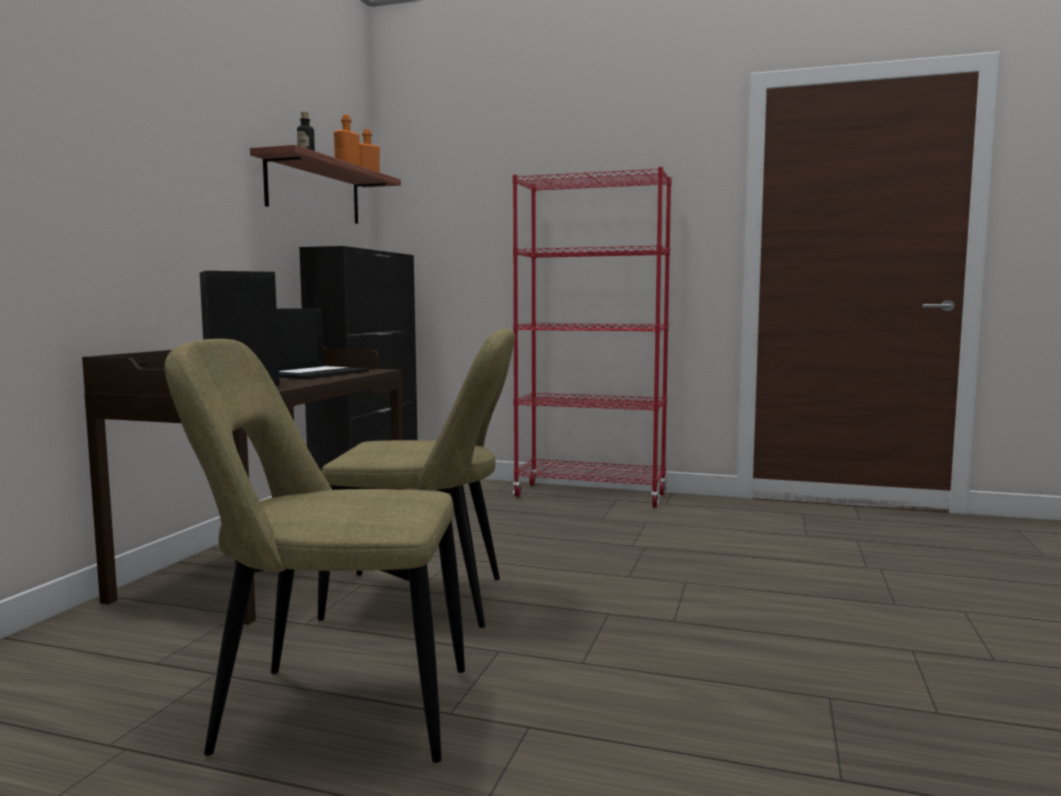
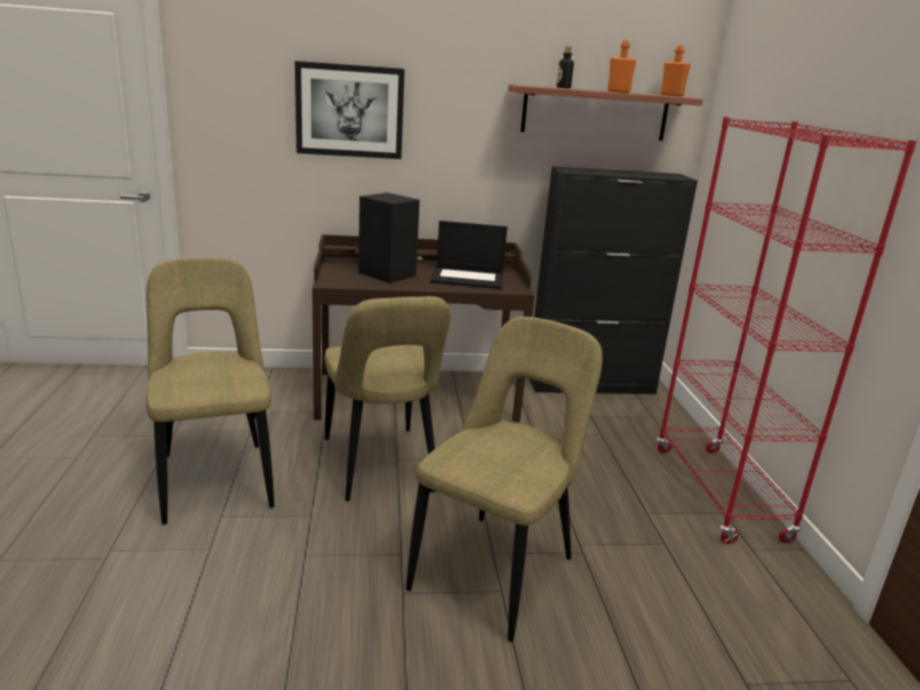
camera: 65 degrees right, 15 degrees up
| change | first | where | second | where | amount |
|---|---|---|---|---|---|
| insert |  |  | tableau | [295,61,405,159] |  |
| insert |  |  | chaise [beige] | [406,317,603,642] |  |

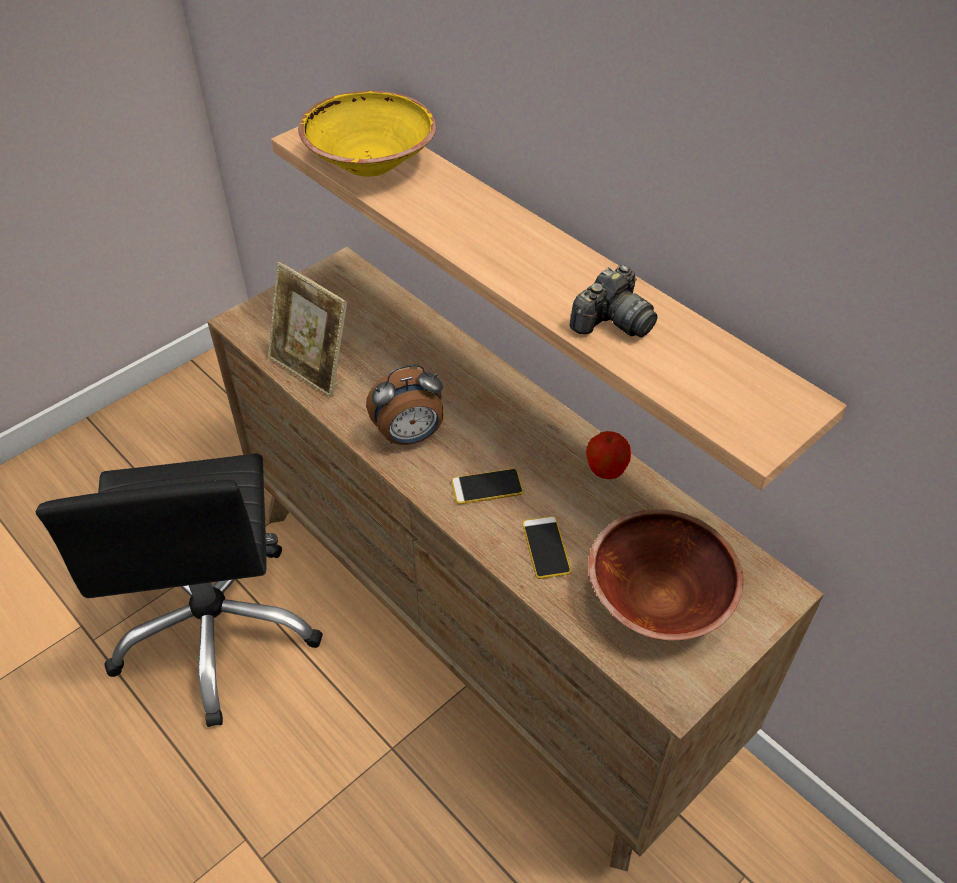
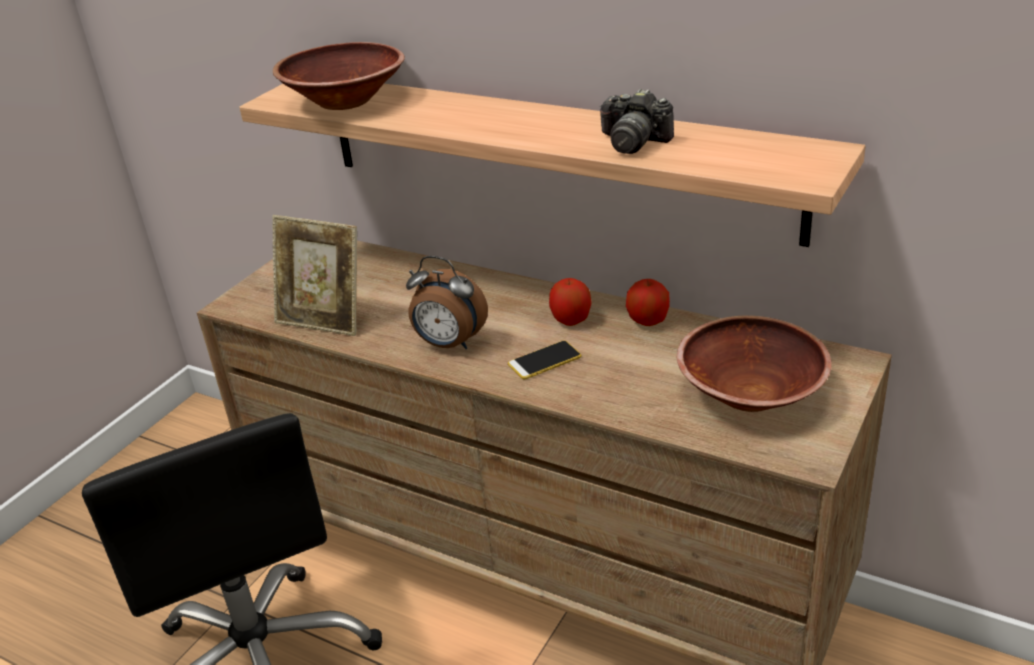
camera: 15 degrees left, 15 degrees down
| change | first | where | second | where | amount |
|---|---|---|---|---|---|
| delete | téléphone | [522,516,571,579] |  |  |  |
| insert |  |  | pomme | [549,278,592,326] |  |
| recolor | bol [jaune] | [298,91,436,177] | bol [marron] | [273,42,405,110] |  |
| rotate | réveil | [366,364,443,445] |  | [406,256,488,349] | 60 degrees clockwise |
| rotate | appareil photo | [570,265,658,337] |  | [599,89,674,154] | 90 degrees clockwise |

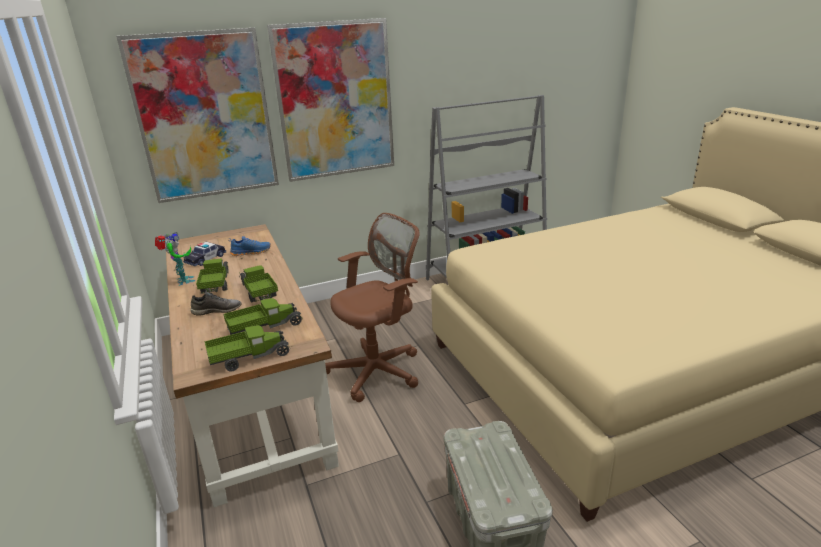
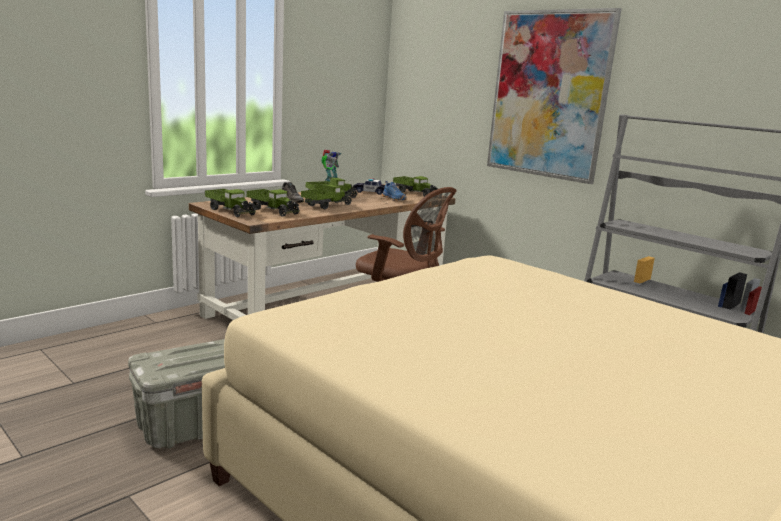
camera: 65 degrees right, 10 degrees down
| change | first | where | second | where | amount |
|---|---|---|---|---|---|
| delete | tableau | [116,27,279,203] |  |  |  |
| insert |  |  | camion jouet | [393,176,438,197] |  |

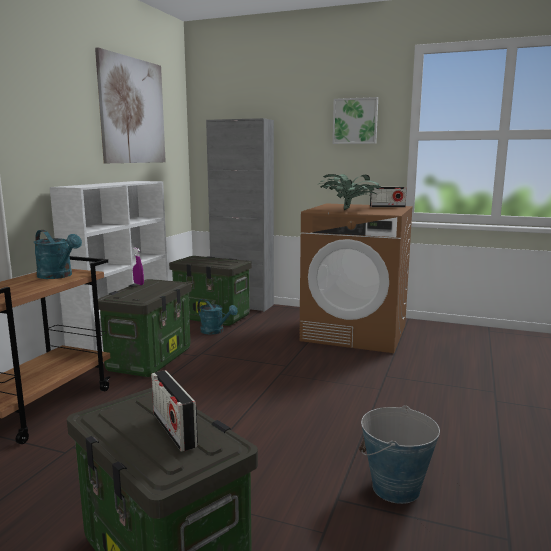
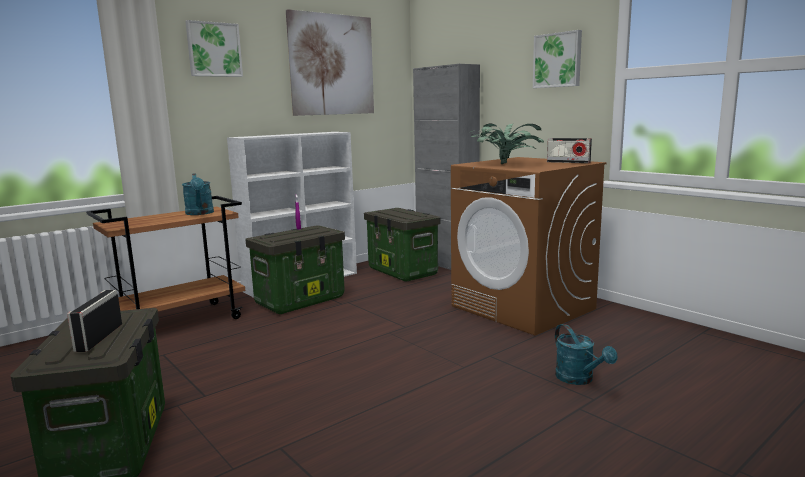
camera: 30 degrees right, 0 degrees up
| change | first | where | second | where | amount |
|---|---|---|---|---|---|
| delete | seau | [359,405,440,504] |  |  |  |
| insert |  |  | tableau | [185,20,243,77] |  |
| move | arrosoir [turquoise] | [197,299,238,335] |  | [555,324,617,385] |  |

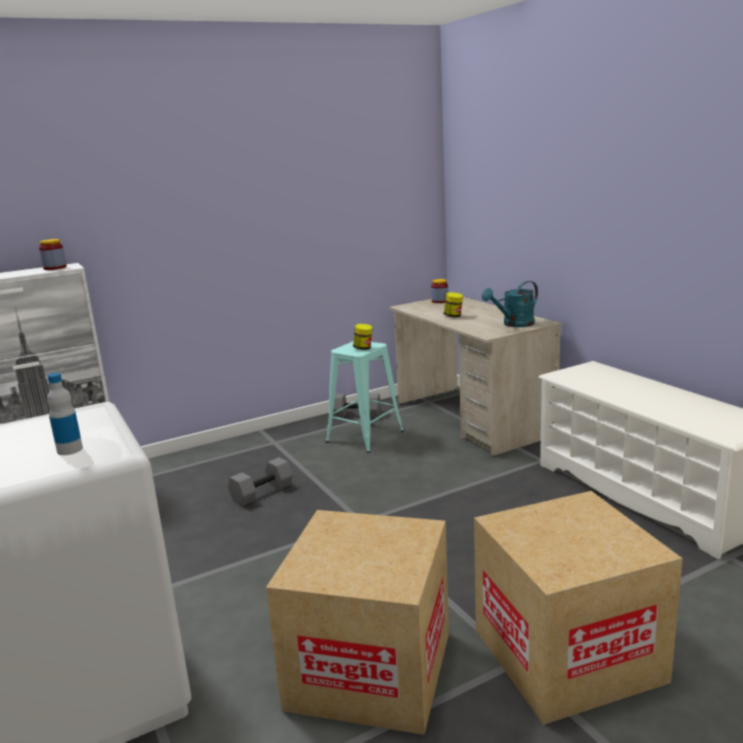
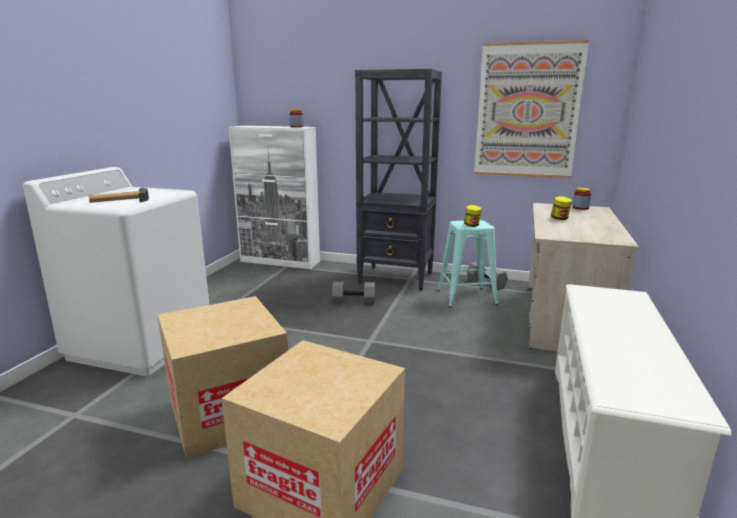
camera: 45 degrees right, 0 degrees up
| change | first | where | second | where | amount |
|---|---|---|---|---|---|
| delete | arrosoir [turquoise] | [482,281,538,327] |  |  |  |
| insert |  |  | bibliothèque [noir] | [355,69,442,291] |  |
| insert |  |  | tableau | [474,40,589,178] |  |
| replace | bouteille | [47,373,83,455] | marteau | [88,188,149,203] |  |

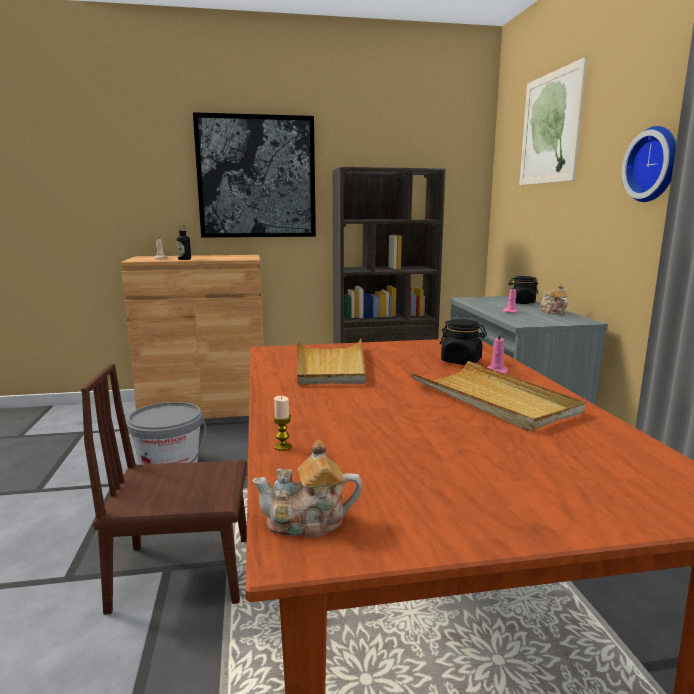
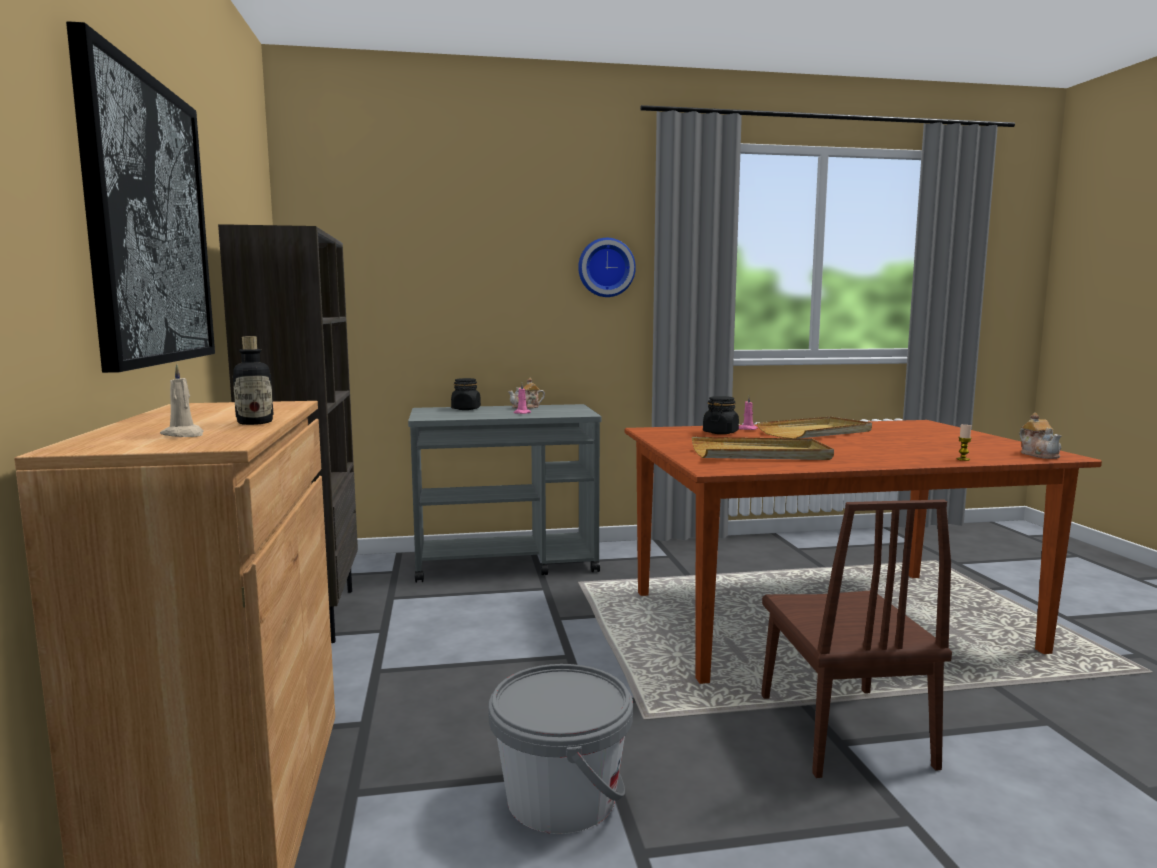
camera: 90 degrees left, 5 degrees down
| change | first | where | second | where | amount |
|---|---|---|---|---|---|
| delete | tableau | [519,57,587,185] |  |  |  |

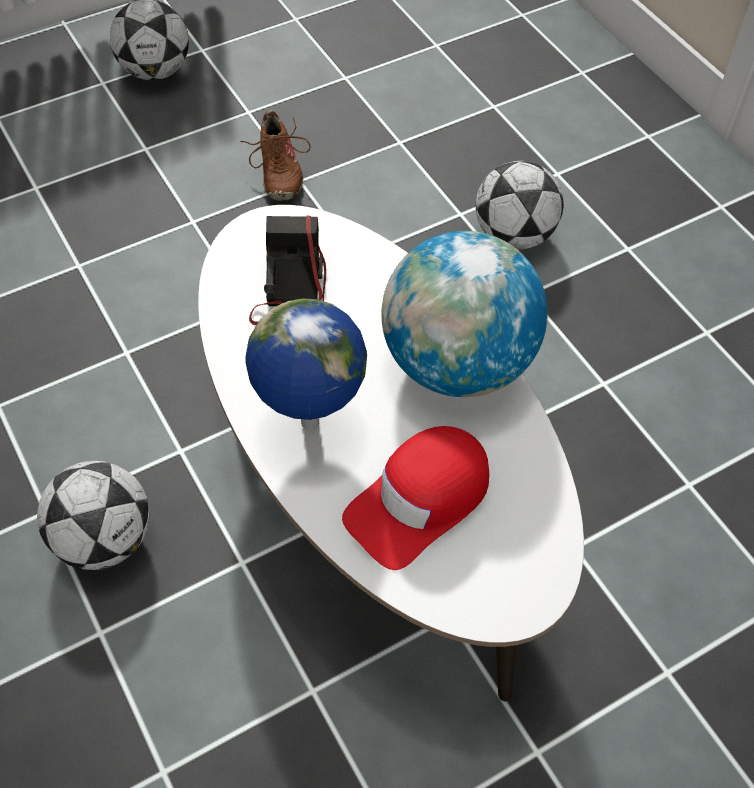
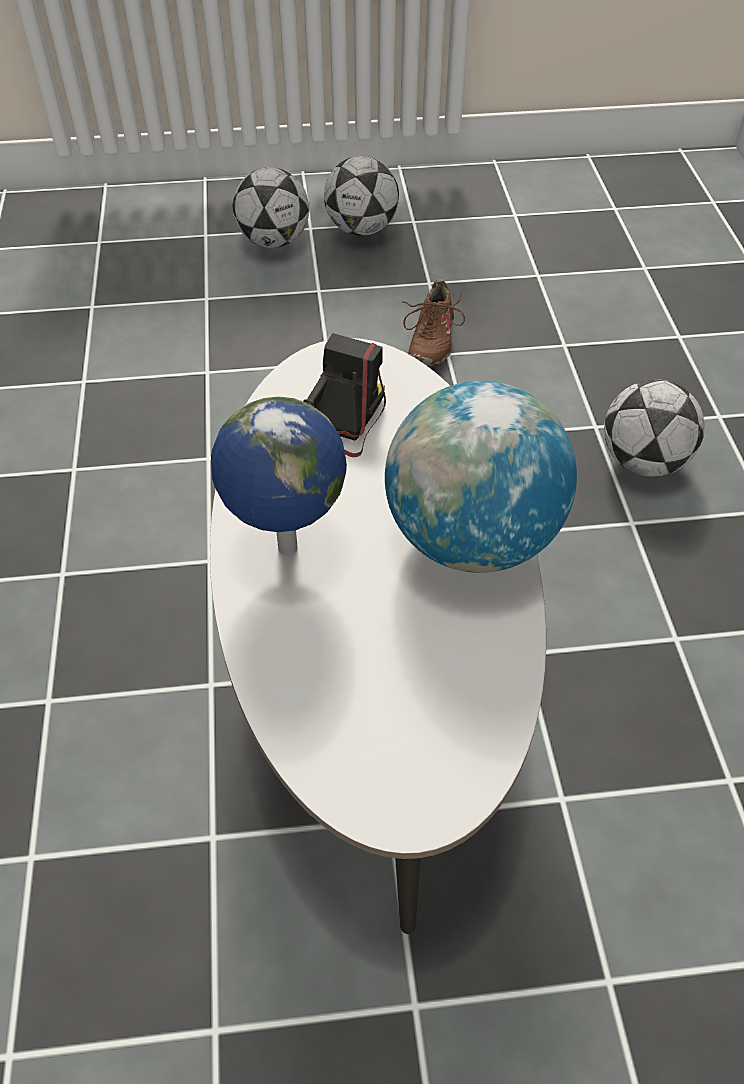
camera: 25 degrees right, 5 degrees down
| change | first | where | second | where | amount |
|---|---|---|---|---|---|
| delete | casquette [rouge] | [342,426,489,570] |  |  |  |
| move | ballon de foot | [37,461,150,570] |  | [232,167,309,248] |  |

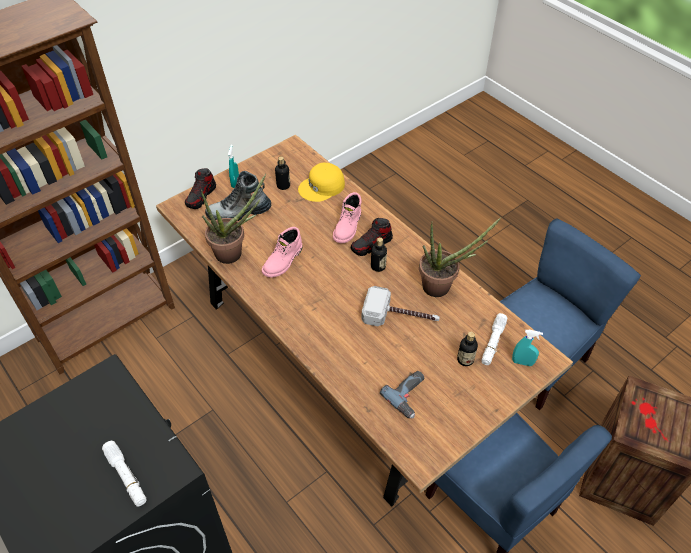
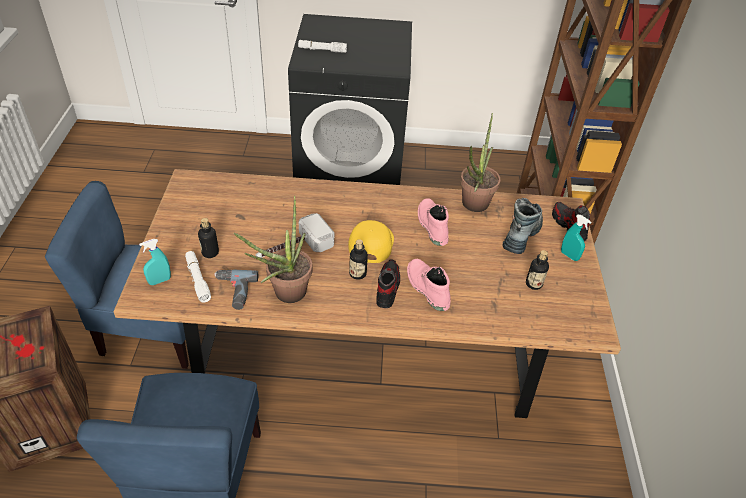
camera: 130 degrees right, 5 degrees down
| change | first | where | second | where | amount |
|---|---|---|---|---|---|
| move | casquette [jaune] | [298,163,345,202] |  | [348,220,394,263] |  |
| move | perceuse | [380,371,424,419] |  | [214,270,258,310] |  |

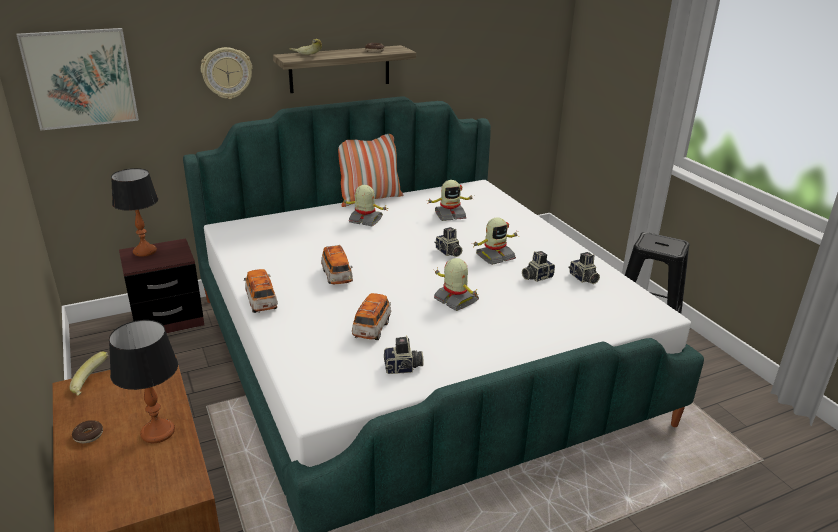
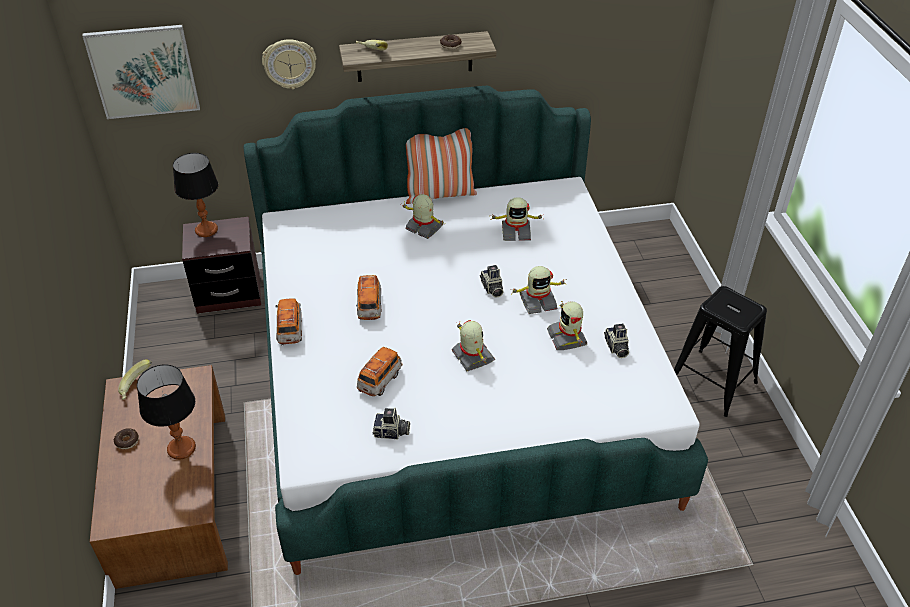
camera: 15 degrees right, 15 degrees up
| change | first | where | second | where | amount |
|---|---|---|---|---|---|
| replace | appareil photo | [522,251,555,282] | robot jouet | [547,301,587,350] |  |

